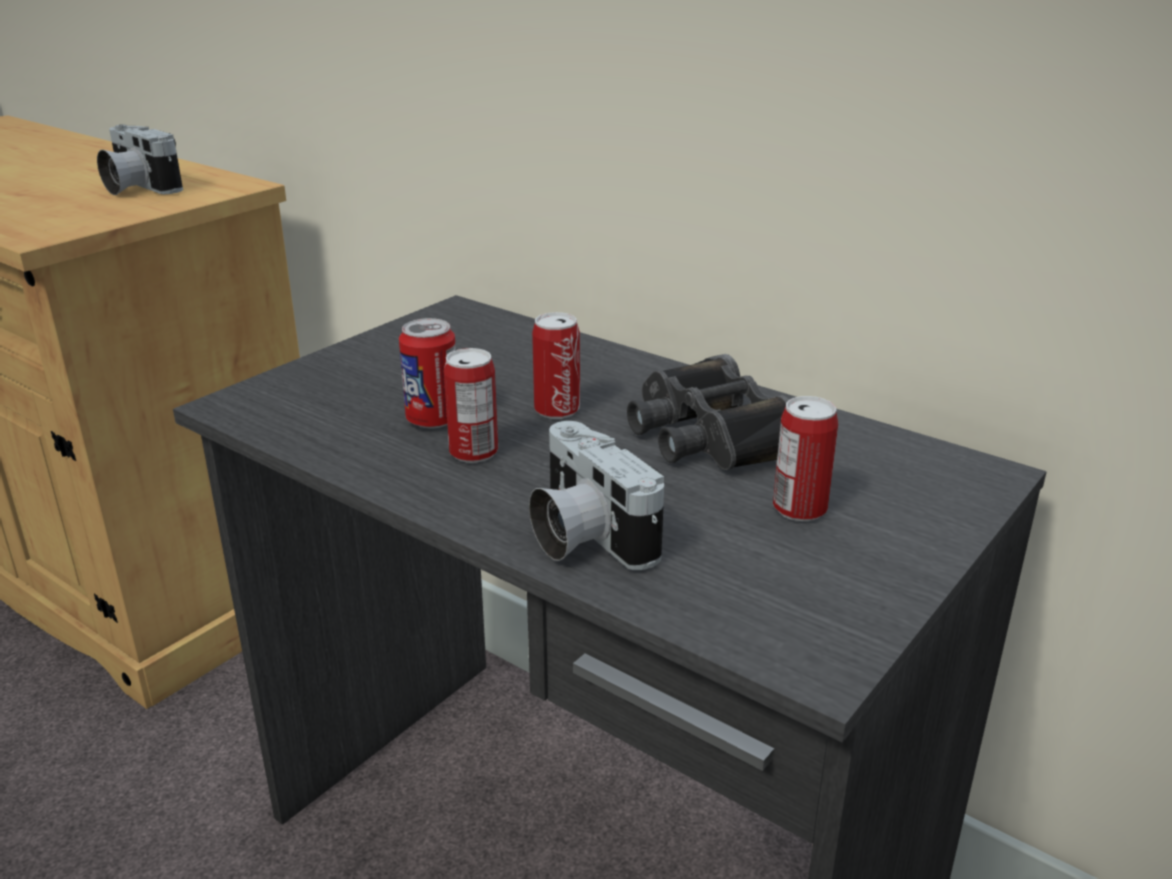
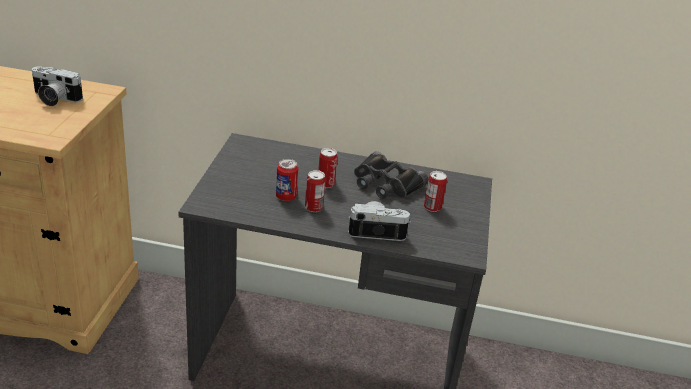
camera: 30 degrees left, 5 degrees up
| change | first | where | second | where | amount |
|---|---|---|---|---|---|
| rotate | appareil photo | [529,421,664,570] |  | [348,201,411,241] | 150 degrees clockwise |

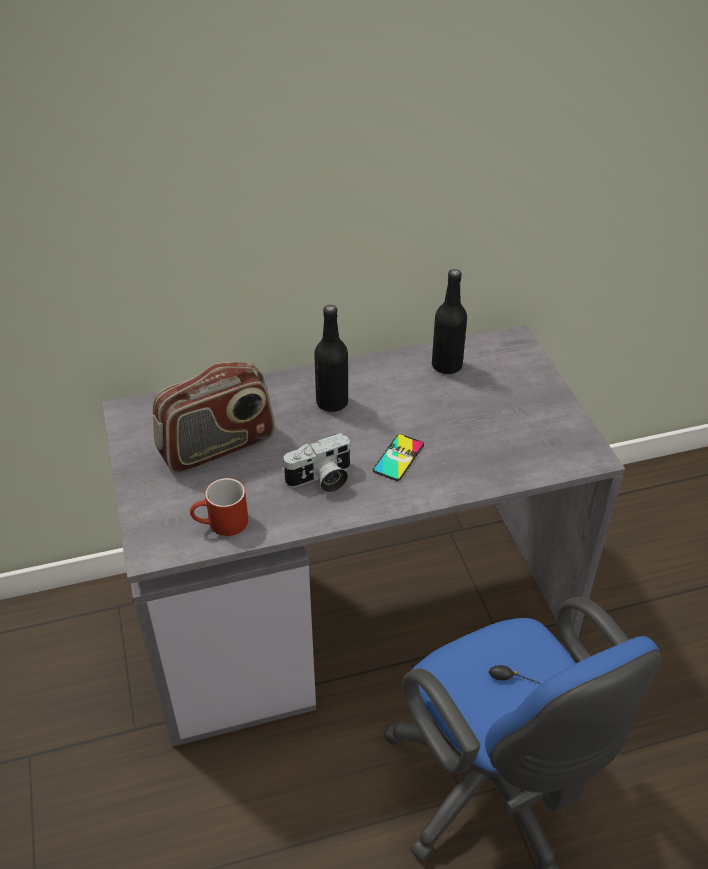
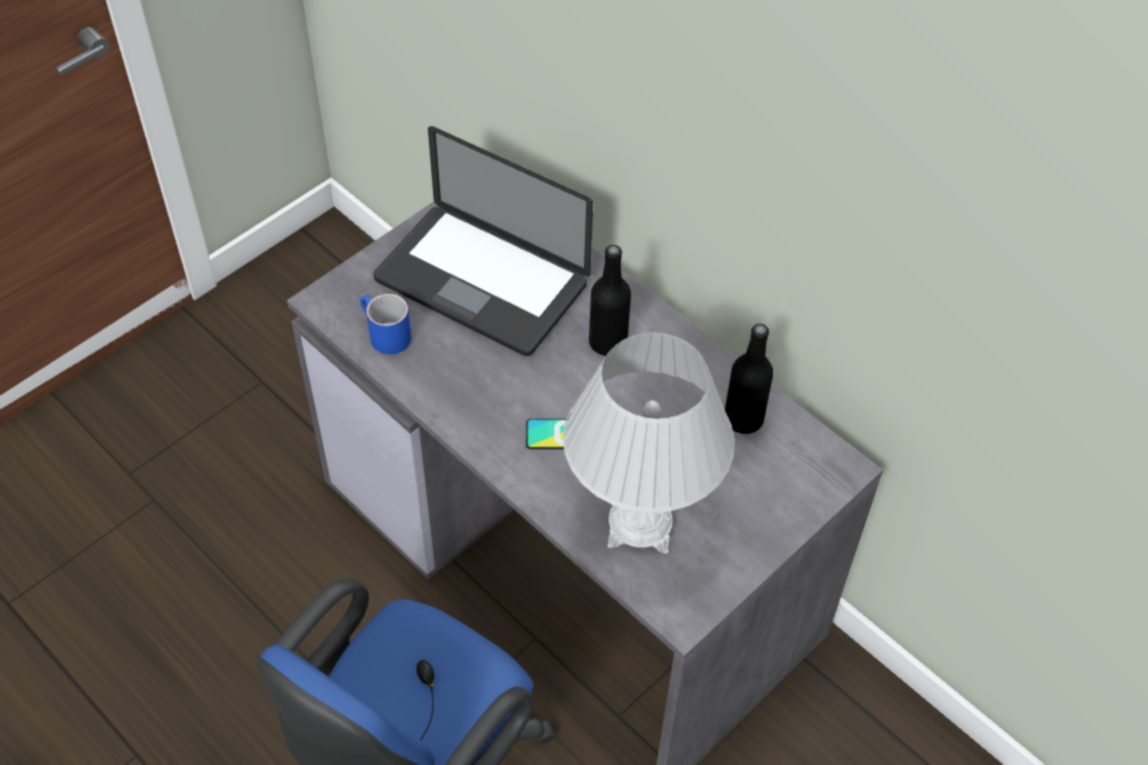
camera: 60 degrees right, 10 degrees up
| change | first | where | second | where | amount |
|---|---|---|---|---|---|
| delete | appareil photo | [282,433,351,492] |  |  |  |
| insert |  |  | lampe de table [blanc] | [563,332,735,554] |  |
| replace | radio | [153,362,275,474] | ordinateur portable | [373,126,593,356] |  |
| recolor | mug [rouge] | [190,478,248,536] | mug [bleu] | [360,294,411,354] |  |

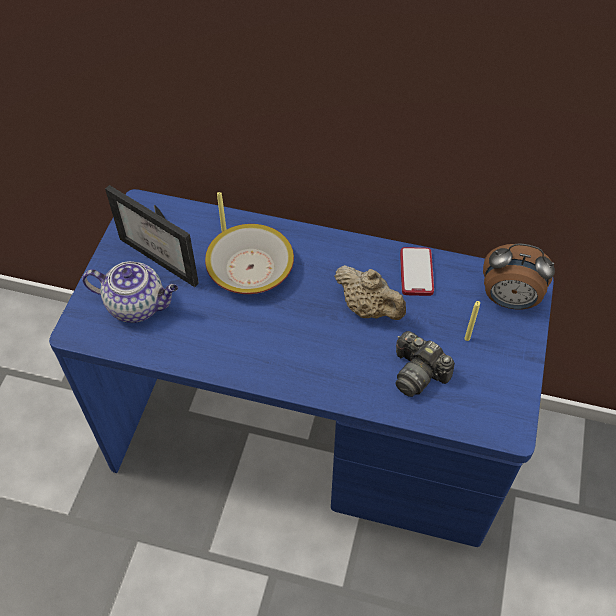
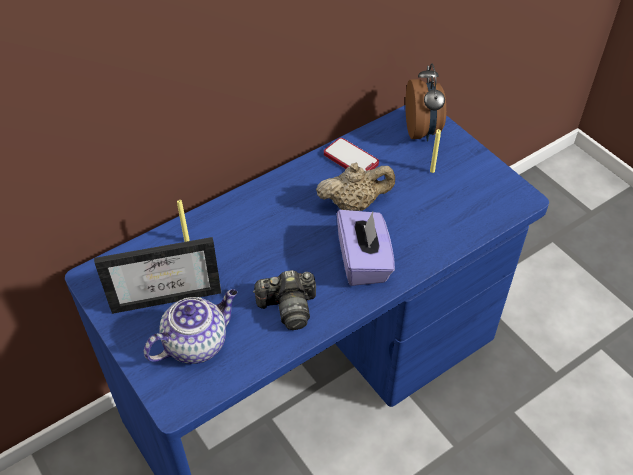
camera: 50 degrees left, 5 degrees down
| change | first | where | second | where | amount |
|---|---|---|---|---|---|
| delete | bol | [205,224,294,294] |  |  |  |
| insert |  |  | boîte à mouchoirs [violet] | [337,210,395,286] |  |
| move | appareil photo | [395,331,455,397] |  | [253,270,316,330] |  |
| rotate | réveil | [483,243,555,310] |  | [405,63,446,142] | 60 degrees counterclockwise |

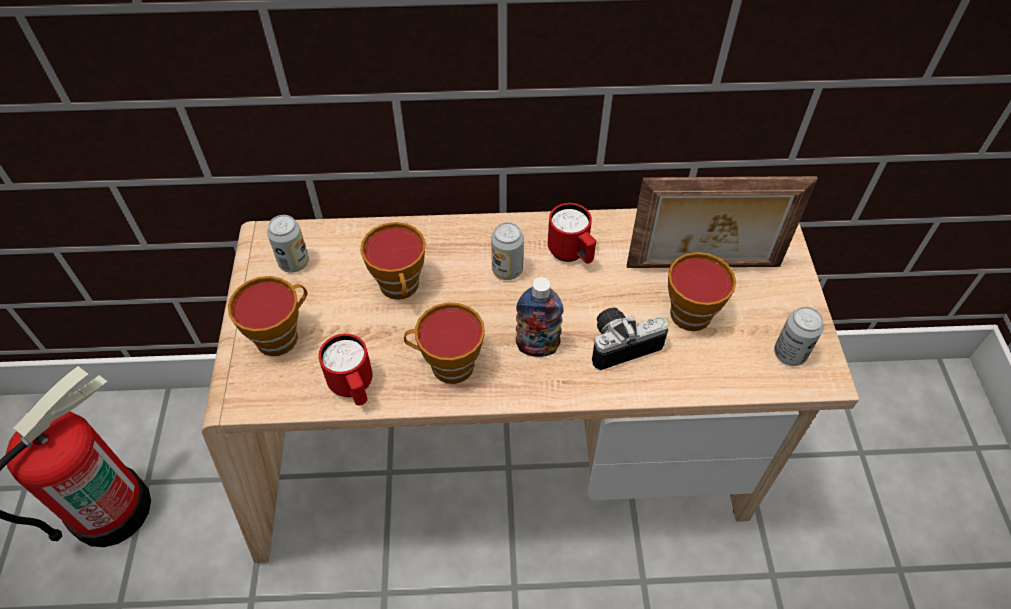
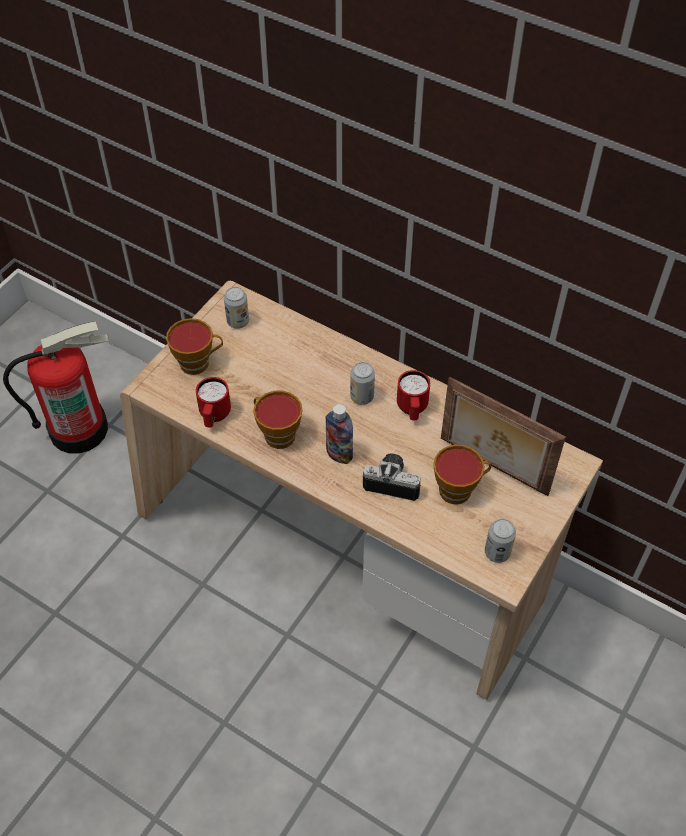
camera: 35 degrees right, 0 degrees up
| change | first | where | second | where | amount |
|---|---|---|---|---|---|
| delete | tasse | [360,222,426,300] |  |  |  |

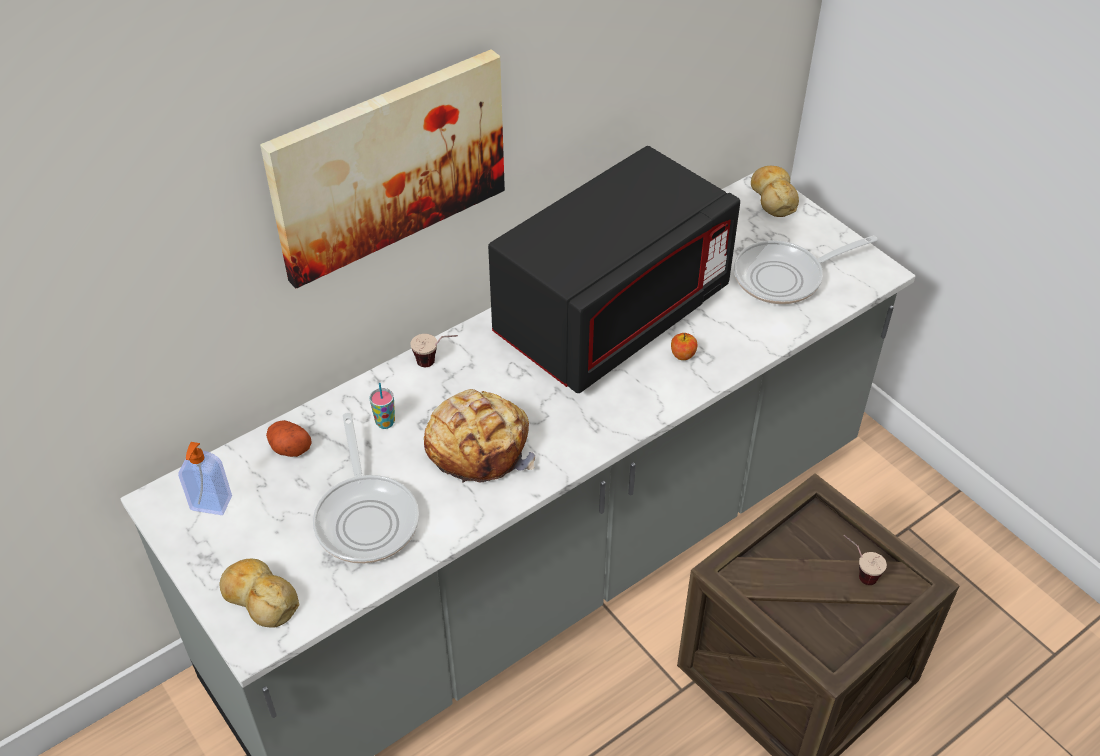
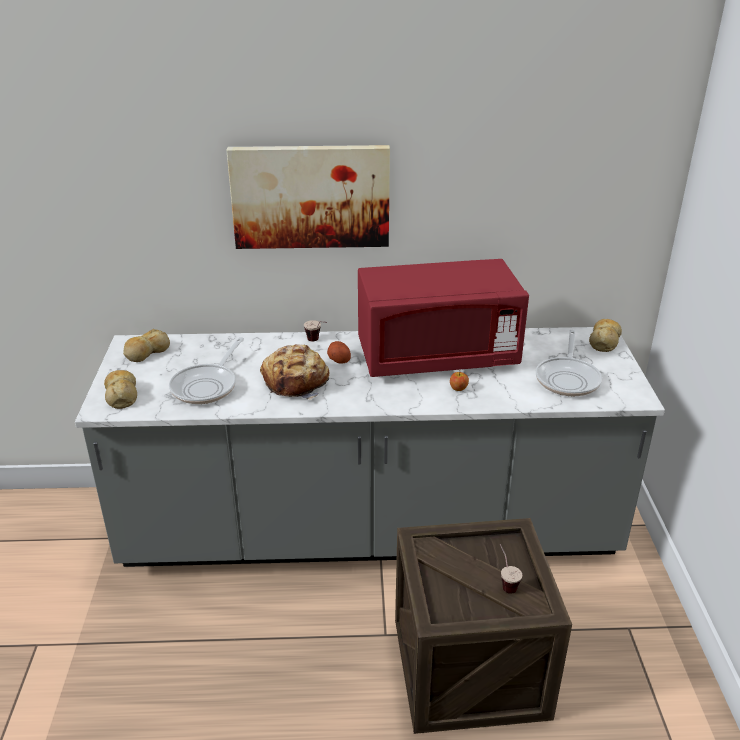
camera: 35 degrees right, 15 degrees down
| change | first | where | second | where | amount |
|---|---|---|---|---|---|
| delete | tasse | [369,383,395,429] |  |  |  |
| move | pomme de terre | [266,420,312,457] |  | [327,341,351,364] |  |
| replace | distributeur de savon | [178,442,232,515] | pain | [123,329,170,362] |  |
| recolor | micro-ondes [noir] | [488,146,740,393] | micro-ondes [rouge] | [358,259,529,377] |  |
| rotate | poêle | [734,235,878,304] |  | [536,330,602,396] | 90 degrees counterclockwise |

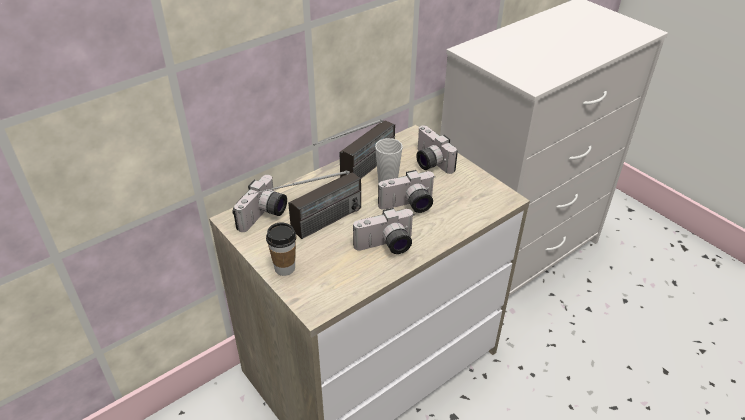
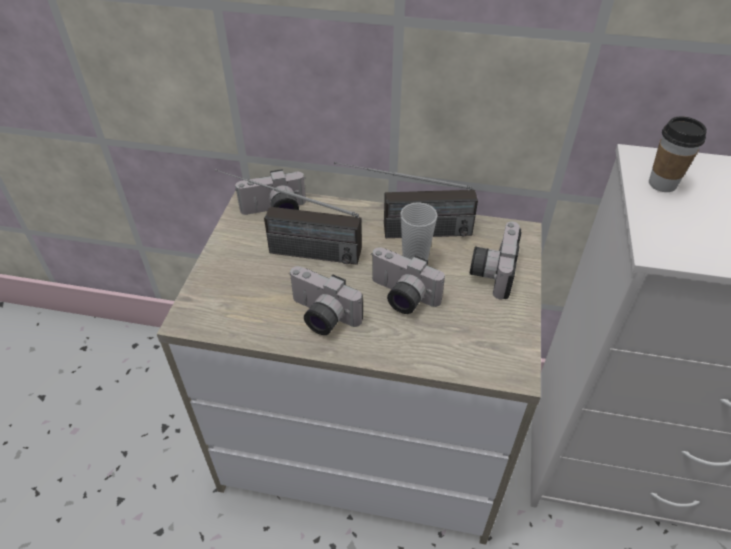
camera: 50 degrees right, 5 degrees up
| change | first | where | second | where | amount |
|---|---|---|---|---|---|
| move | tasse | [266,222,297,276] |  | [649,117,707,192] |  |

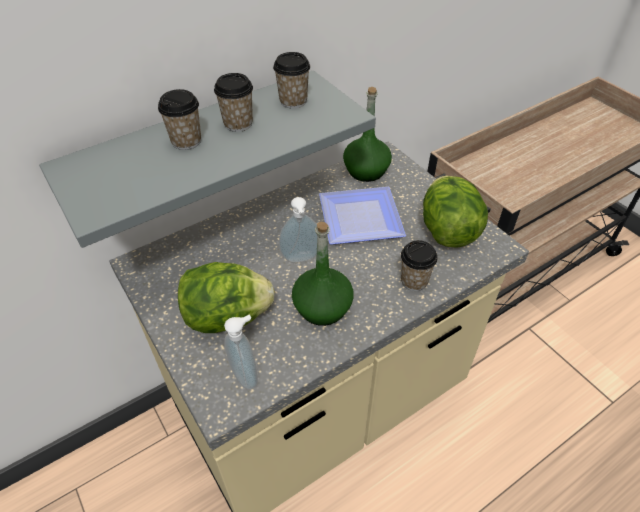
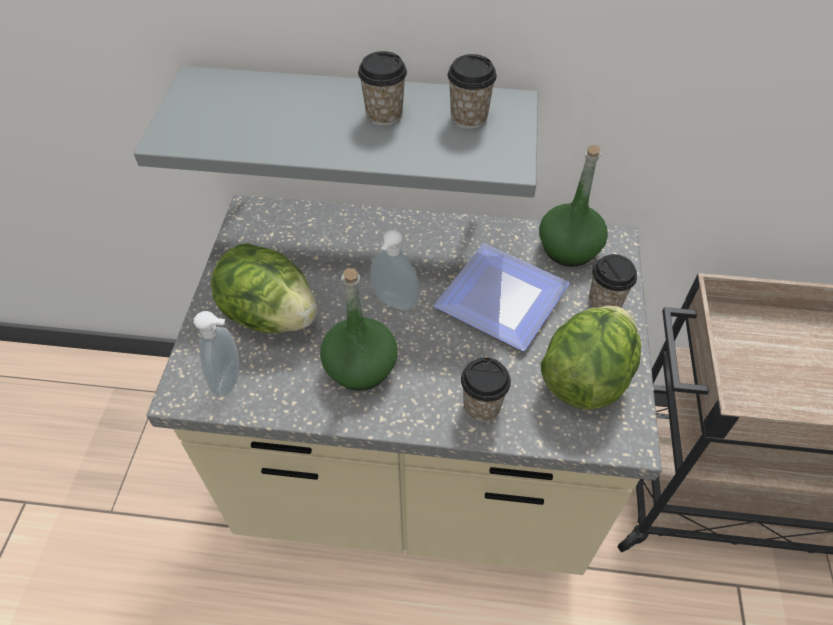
camera: 40 degrees right, 5 degrees up
| change | first | where | second | where | amount |
|---|---|---|---|---|---|
| move | tasse | [158,89,201,150] |  | [589,254,637,308] |  |

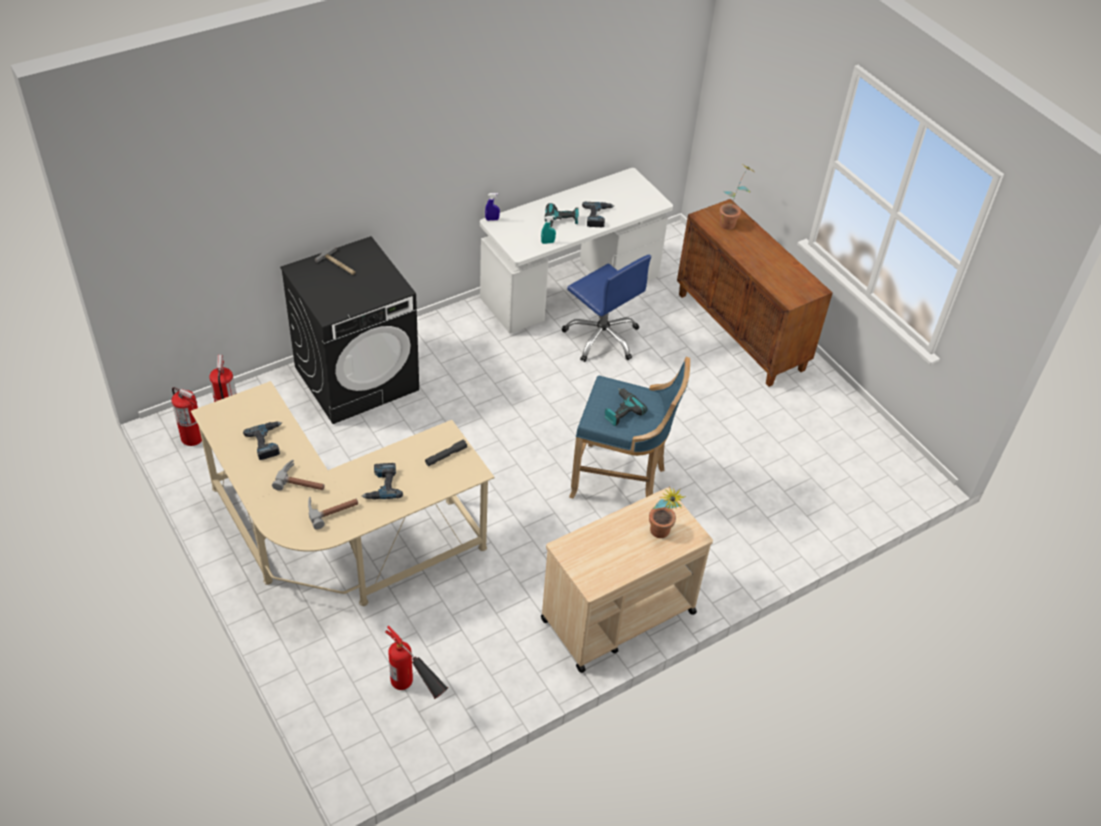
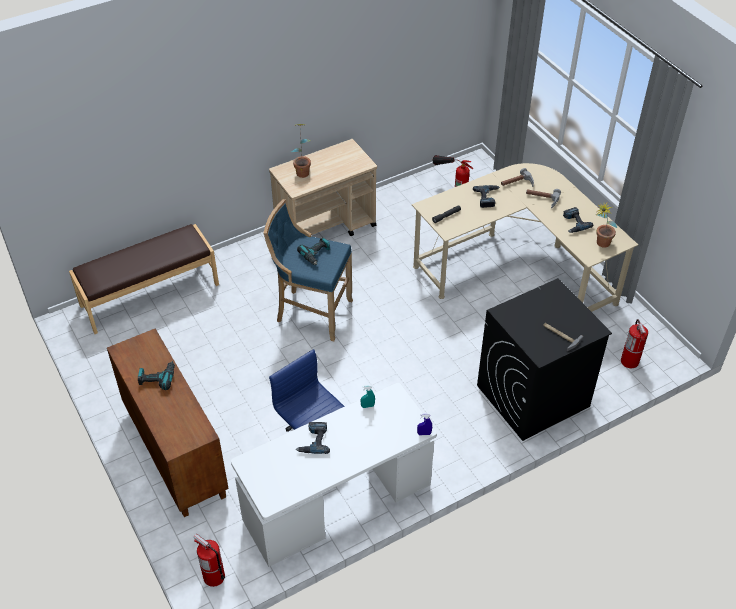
camera: 175 degrees left, 0 degrees up
| change | first | where | second | where | amount |
|---|---|---|---|---|---|
| insert |  |  | banc [marron] | [69,224,219,334] |  |
| move | extincteur | [172,387,202,446] |  | [193,534,225,587] |  |
| move | perceuse | [545,203,579,227] |  | [138,361,175,390] |  |
| move | plante en pot | [719,164,752,230] |  | [596,201,617,248] |  |

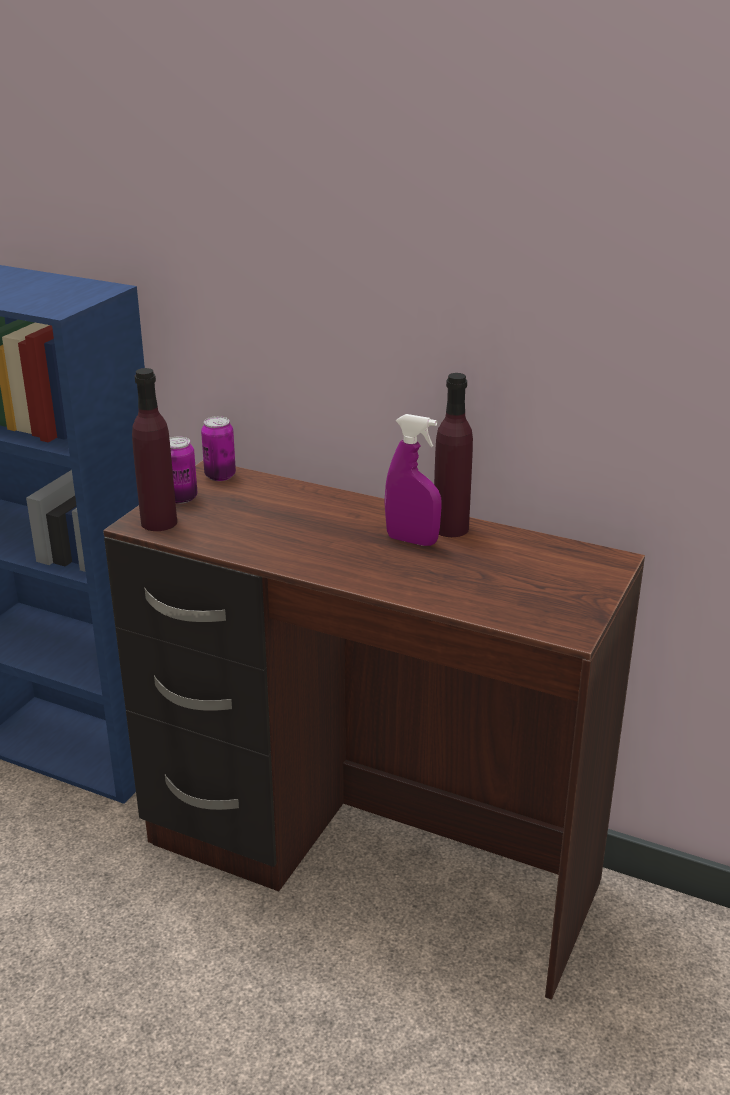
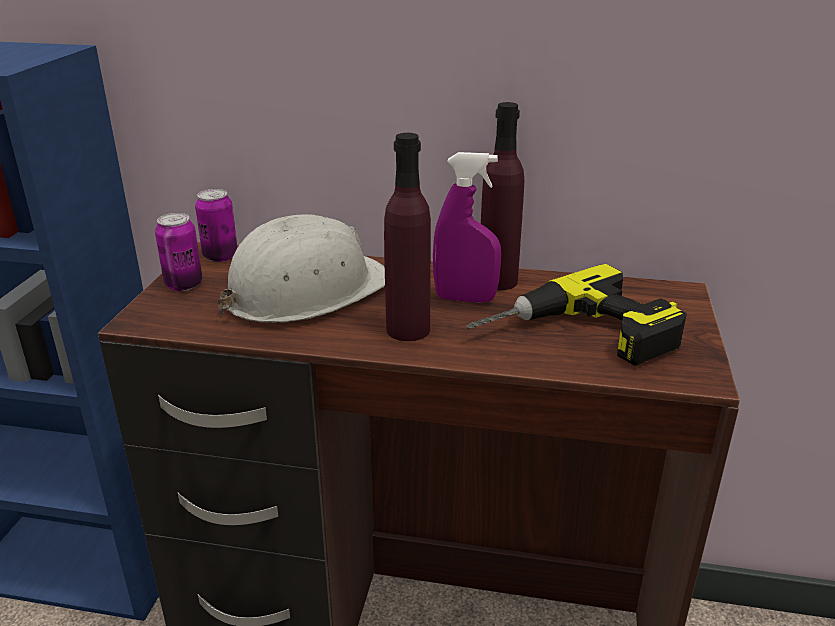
camera: 15 degrees left, 0 degrees up
| change | first | where | second | where | amount |
|---|---|---|---|---|---|
| insert |  |  | casque de chantier [blanc] | [217,214,385,323] |  |
| insert |  |  | perceuse | [466,264,687,366] |  |
| move | bouteille [violet] | [132,368,177,531] |  | [384,133,431,341] |  |

